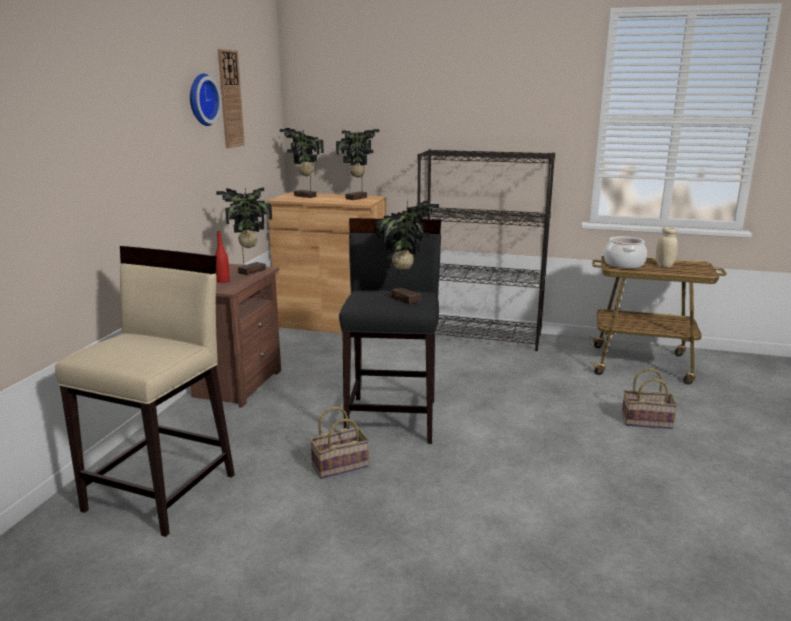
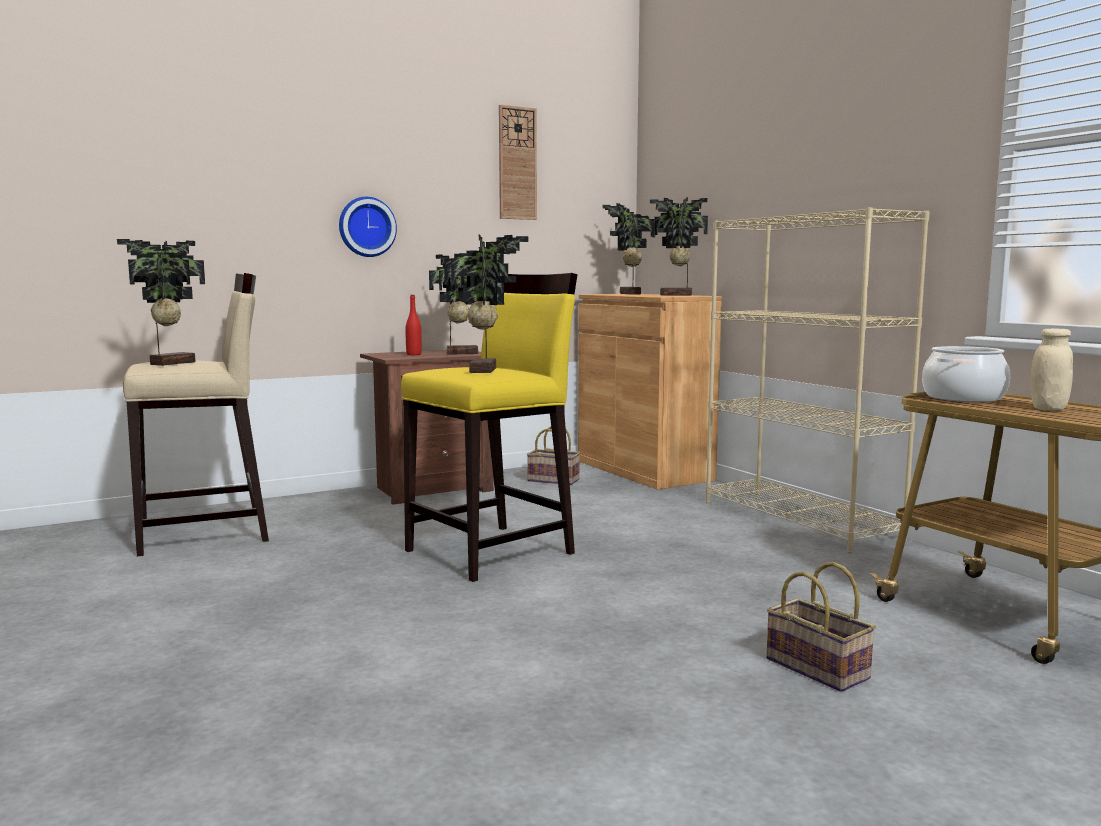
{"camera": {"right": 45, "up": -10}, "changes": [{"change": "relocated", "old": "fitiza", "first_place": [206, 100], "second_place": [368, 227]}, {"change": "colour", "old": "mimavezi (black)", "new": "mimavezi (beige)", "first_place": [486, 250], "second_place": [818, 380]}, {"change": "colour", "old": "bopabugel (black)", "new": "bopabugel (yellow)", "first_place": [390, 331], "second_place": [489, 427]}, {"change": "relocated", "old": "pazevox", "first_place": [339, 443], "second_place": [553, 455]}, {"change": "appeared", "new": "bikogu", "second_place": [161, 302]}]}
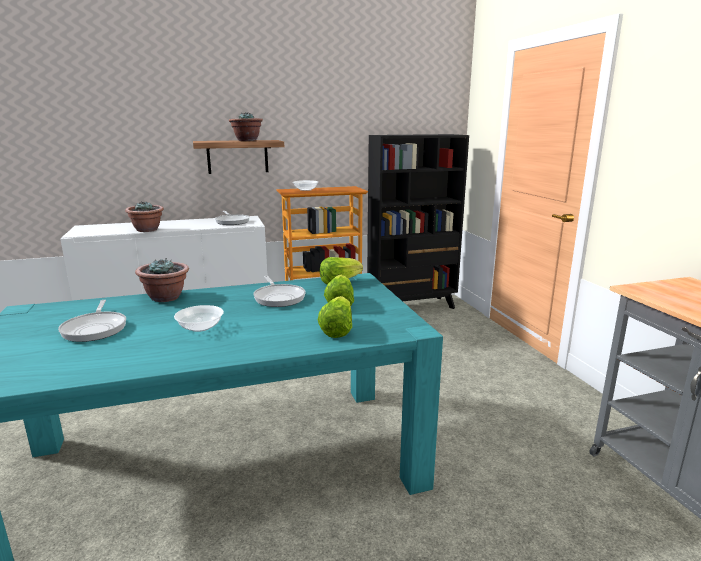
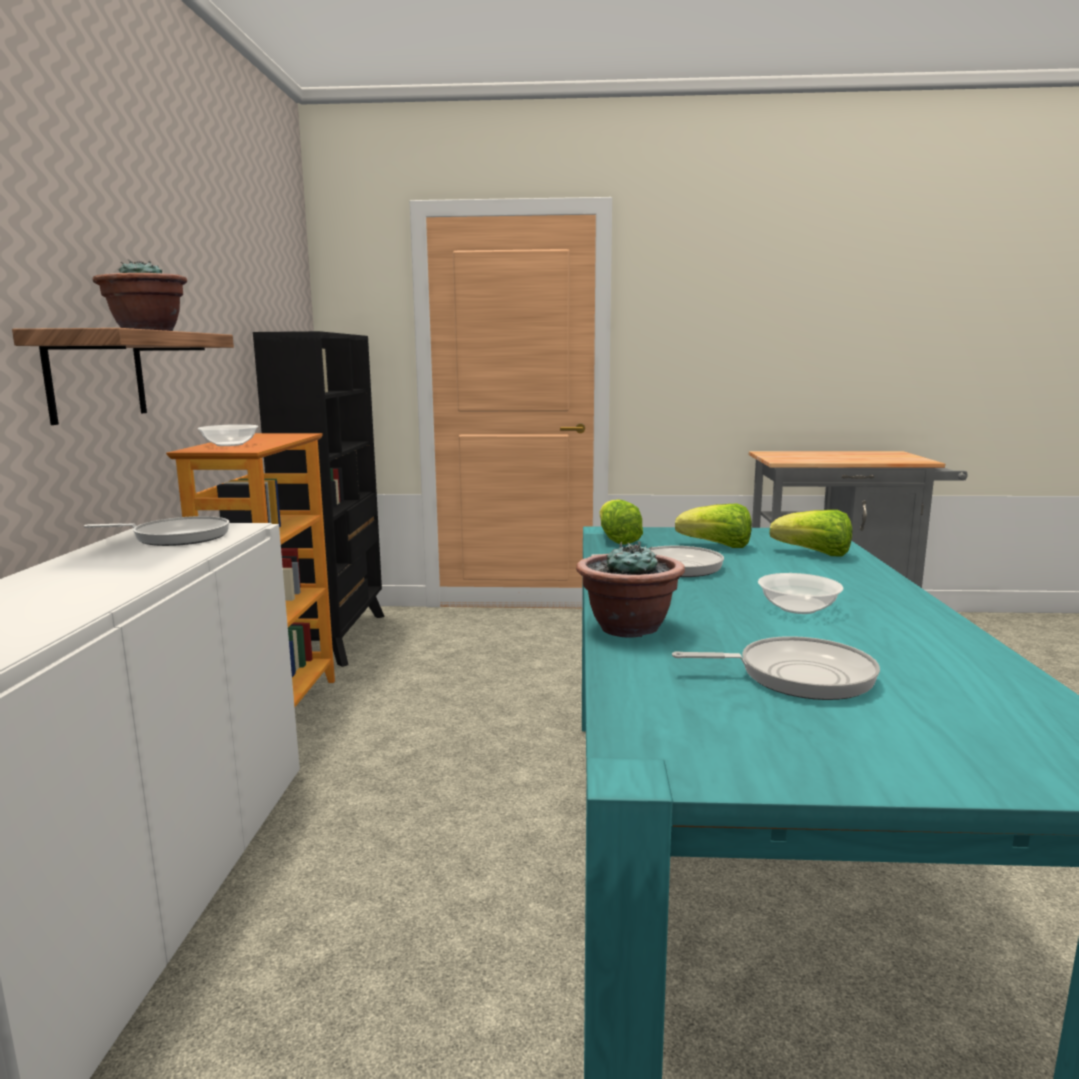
{"camera": {"right": -70, "up": -5}, "changes": [{"change": "missing", "old": "bikogu", "first_place": [144, 217]}]}
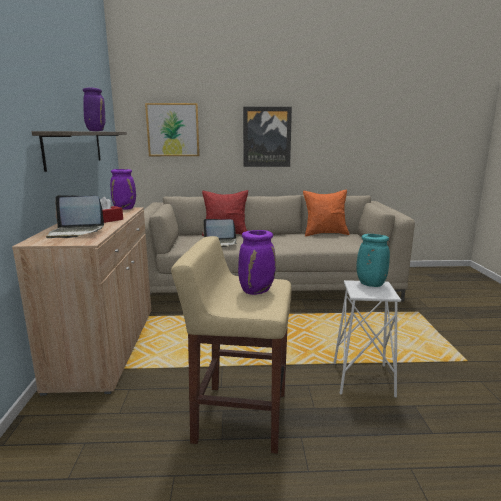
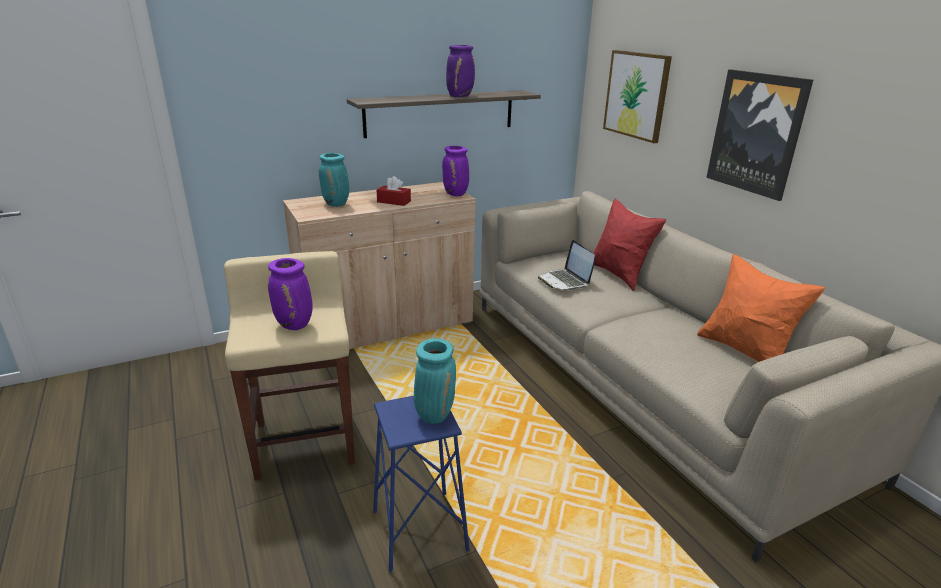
{"camera": {"right": 65, "up": 10}, "changes": [{"change": "exchanged", "old": "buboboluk", "new": "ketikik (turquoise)", "first_place": [75, 216], "second_place": [334, 180]}, {"change": "colour", "old": "bopabugel (white)", "new": "bopabugel (blue)", "first_place": [367, 338], "second_place": [421, 484]}]}
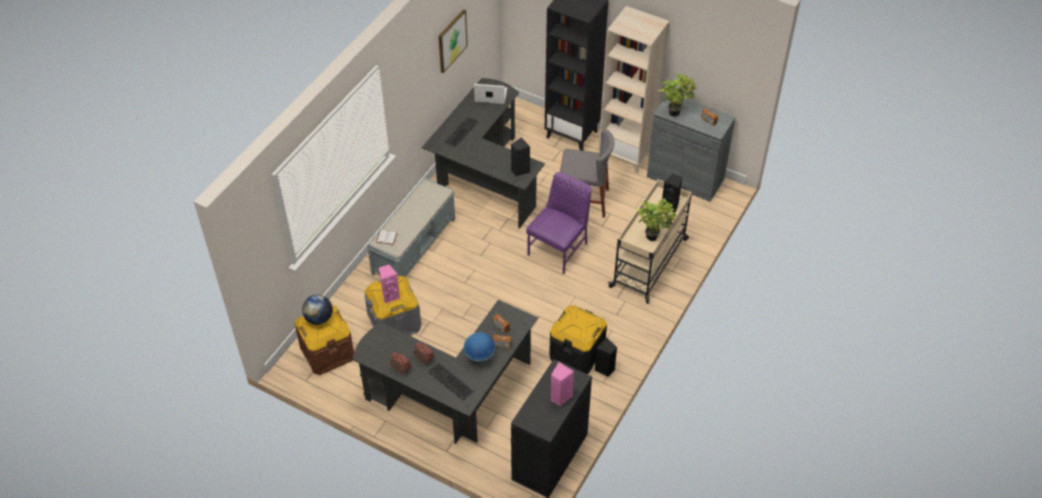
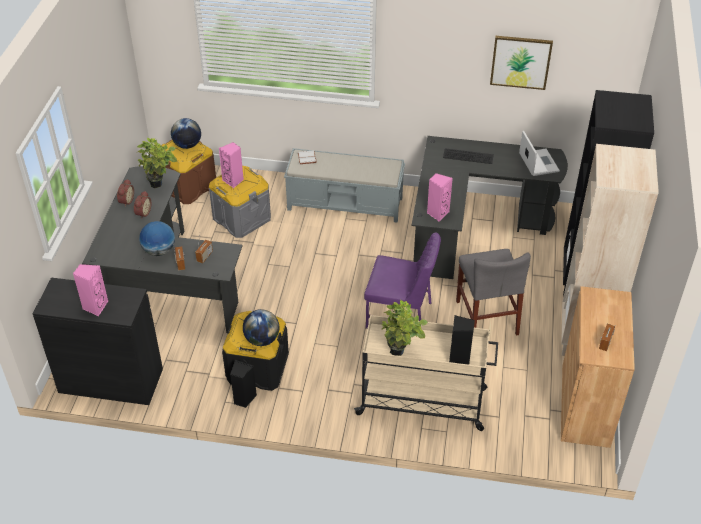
{"camera": {"right": 70, "up": -5}, "changes": [{"change": "relocated", "old": "bikogu", "first_place": [677, 95], "second_place": [156, 163]}, {"change": "colour", "old": "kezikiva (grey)", "new": "kezikiva (brown)", "first_place": [691, 148], "second_place": [598, 367]}, {"change": "colour", "old": "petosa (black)", "new": "petosa (pink)", "first_place": [520, 157], "second_place": [440, 197]}, {"change": "missing", "old": "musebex", "first_place": [450, 381]}, {"change": "appeared", "new": "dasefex", "second_place": [261, 327]}]}
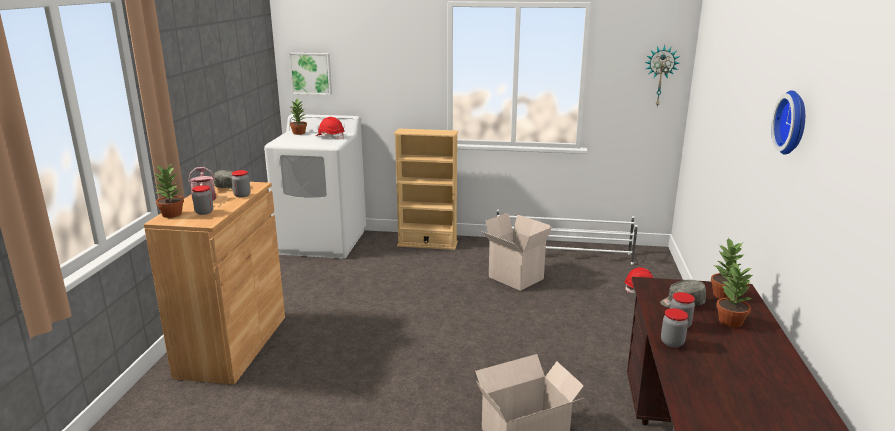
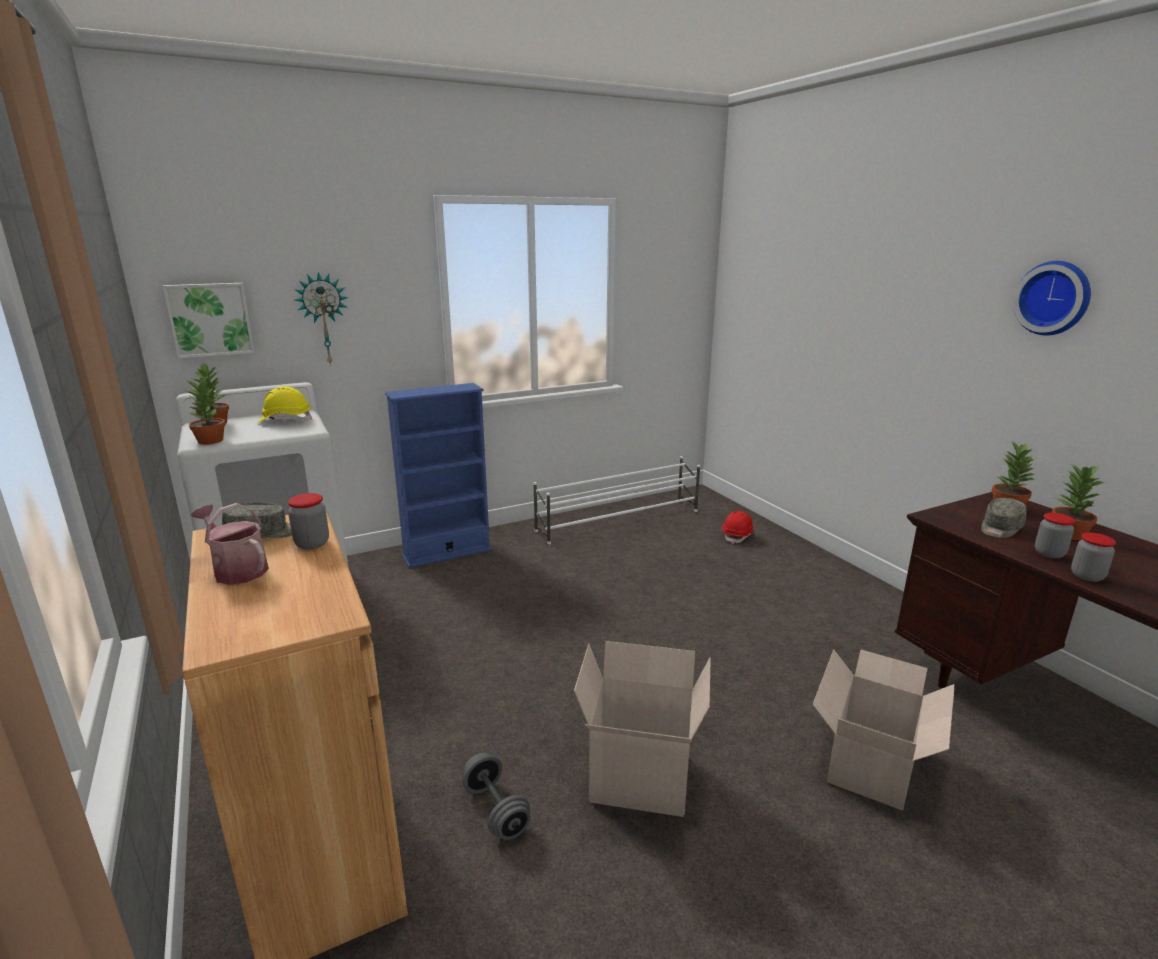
{"camera": {"right": -35, "up": 0}, "changes": [{"change": "relocated", "old": "fitiza", "first_place": [662, 76], "second_place": [321, 319]}, {"change": "colour", "old": "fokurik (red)", "new": "fokurik (yellow)", "first_place": [330, 128], "second_place": [284, 404]}, {"change": "colour", "old": "mimavezi (beige)", "new": "mimavezi (blue)", "first_place": [426, 189], "second_place": [438, 475]}, {"change": "relocated", "old": "bikogu", "first_place": [168, 190], "second_place": [205, 410]}, {"change": "missing", "old": "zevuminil", "first_place": [202, 200]}, {"change": "relocated", "old": "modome", "first_place": [517, 252], "second_place": [642, 729]}, {"change": "appeared", "new": "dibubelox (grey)", "second_place": [496, 796]}]}
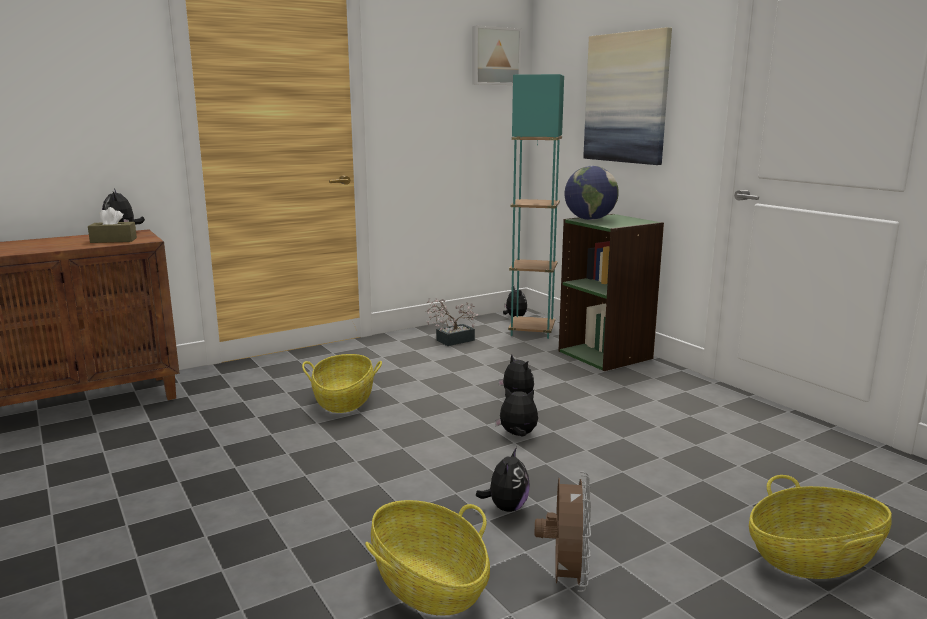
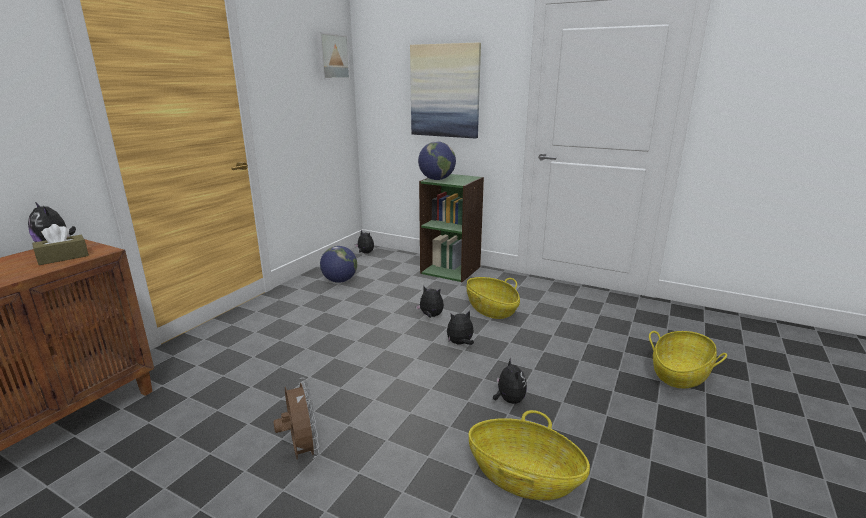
{"camera": {"right": -30, "up": 5}, "changes": [{"change": "missing", "old": "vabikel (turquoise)", "first_place": [536, 206]}, {"change": "exchanged", "old": "bikogu", "new": "dasefex", "first_place": [452, 322], "second_place": [338, 264]}, {"change": "relocated", "old": "pazevox", "first_place": [342, 383], "second_place": [493, 298]}, {"change": "relocated", "old": "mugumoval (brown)", "first_place": [562, 531], "second_place": [296, 418]}]}
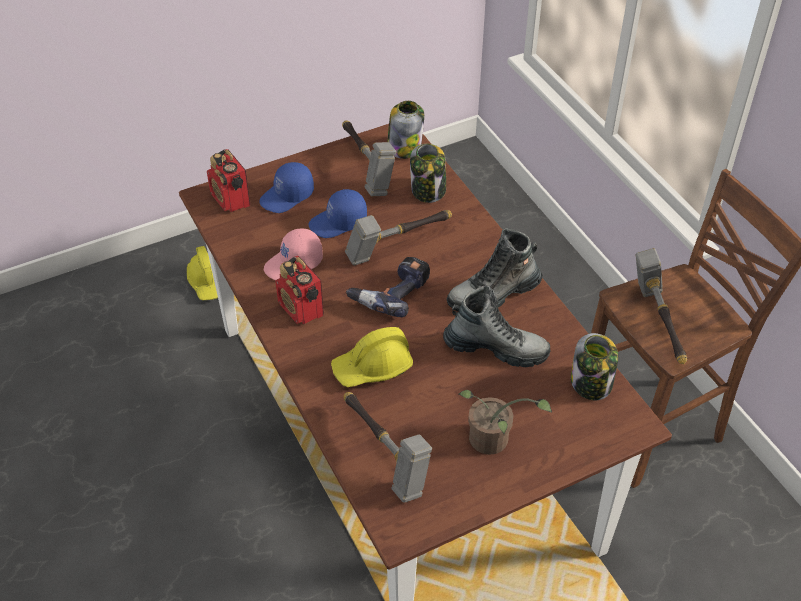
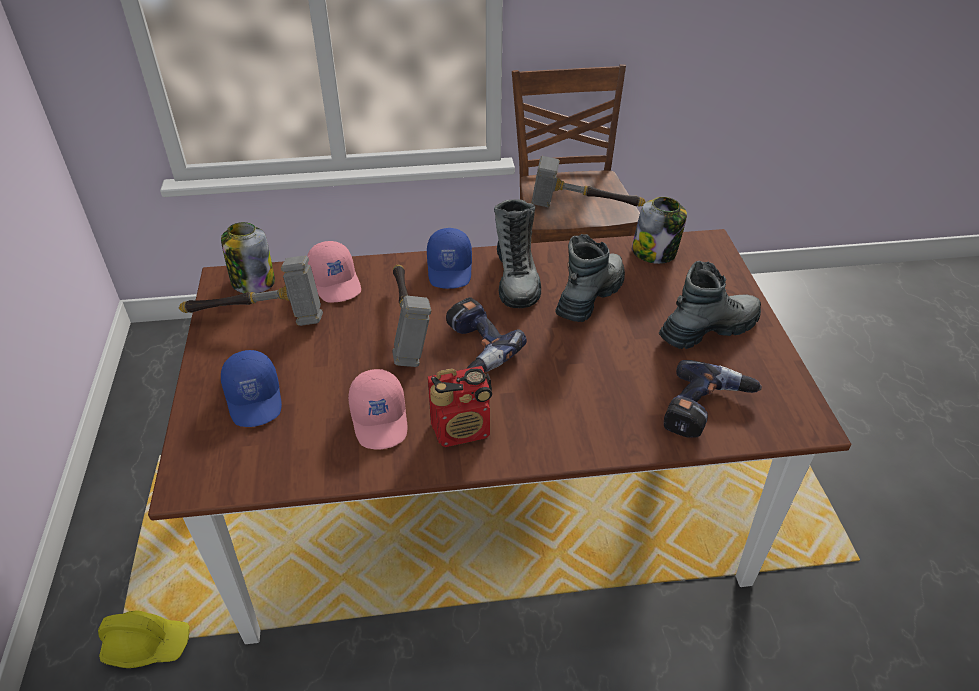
{"camera": {"right": -70, "up": -5}, "changes": [{"change": "exchanged", "old": "zevuminil", "new": "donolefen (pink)", "first_place": [428, 173], "second_place": [334, 272]}, {"change": "missing", "old": "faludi", "first_place": [228, 180]}, {"change": "relocated", "old": "donolefen (blue)", "first_place": [338, 213], "second_place": [449, 258]}, {"change": "missing", "old": "fokurik (yellow)", "first_place": [372, 357]}, {"change": "exchanged", "old": "bikogu", "new": "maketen", "first_place": [505, 422], "second_place": [710, 305]}, {"change": "exchanged", "old": "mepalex", "new": "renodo", "first_place": [388, 447], "second_place": [713, 399]}]}
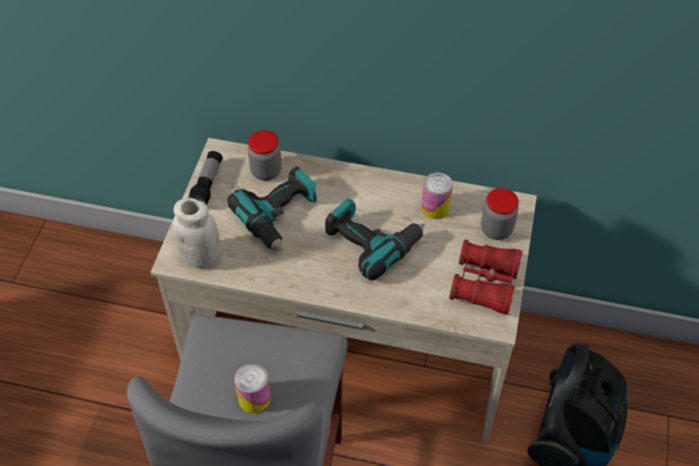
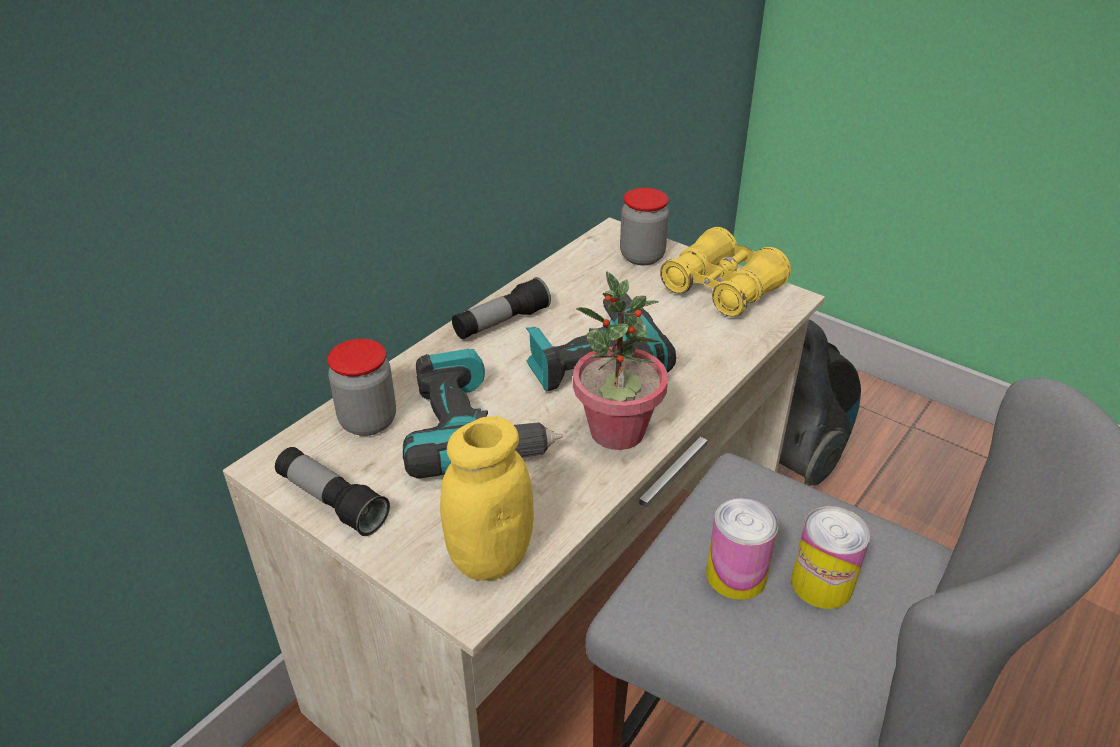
{"camera": {"right": -65, "up": -15}, "changes": [{"change": "relocated", "old": "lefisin", "first_place": [437, 195], "second_place": [742, 549]}, {"change": "colour", "old": "zevuminil (white)", "new": "zevuminil (yellow)", "first_place": [196, 233], "second_place": [487, 498]}, {"change": "colour", "old": "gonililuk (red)", "new": "gonililuk (yellow)", "first_place": [485, 277], "second_place": [725, 272]}, {"change": "appeared", "new": "bikogu", "second_place": [620, 360]}, {"change": "appeared", "new": "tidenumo", "second_place": [501, 308]}]}
